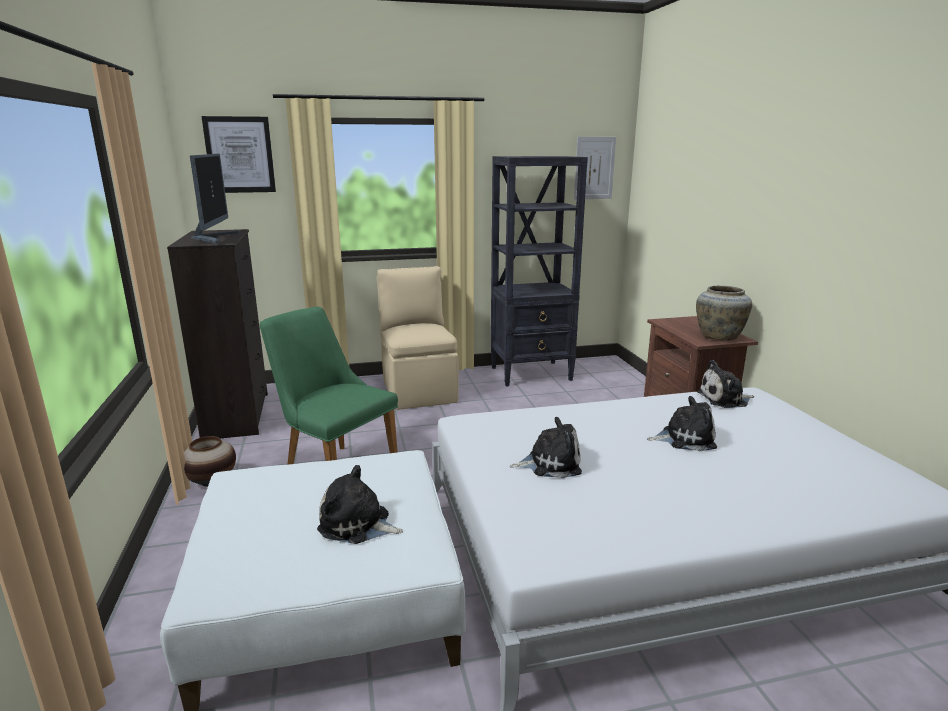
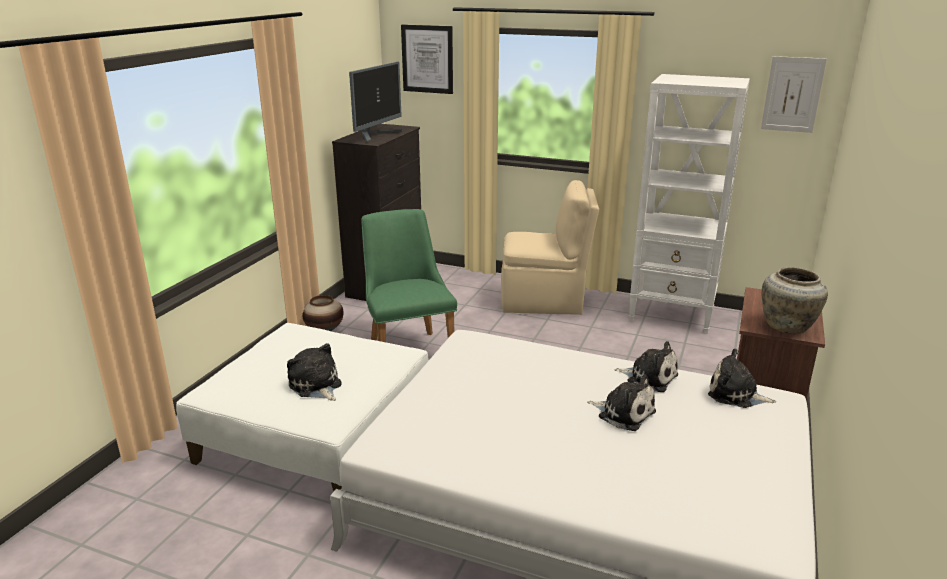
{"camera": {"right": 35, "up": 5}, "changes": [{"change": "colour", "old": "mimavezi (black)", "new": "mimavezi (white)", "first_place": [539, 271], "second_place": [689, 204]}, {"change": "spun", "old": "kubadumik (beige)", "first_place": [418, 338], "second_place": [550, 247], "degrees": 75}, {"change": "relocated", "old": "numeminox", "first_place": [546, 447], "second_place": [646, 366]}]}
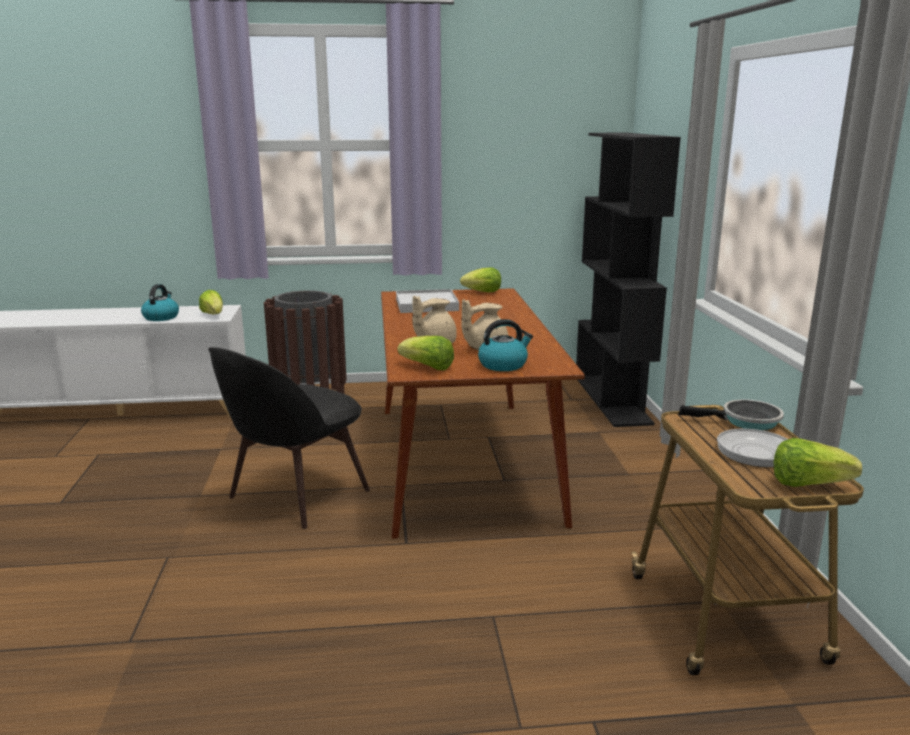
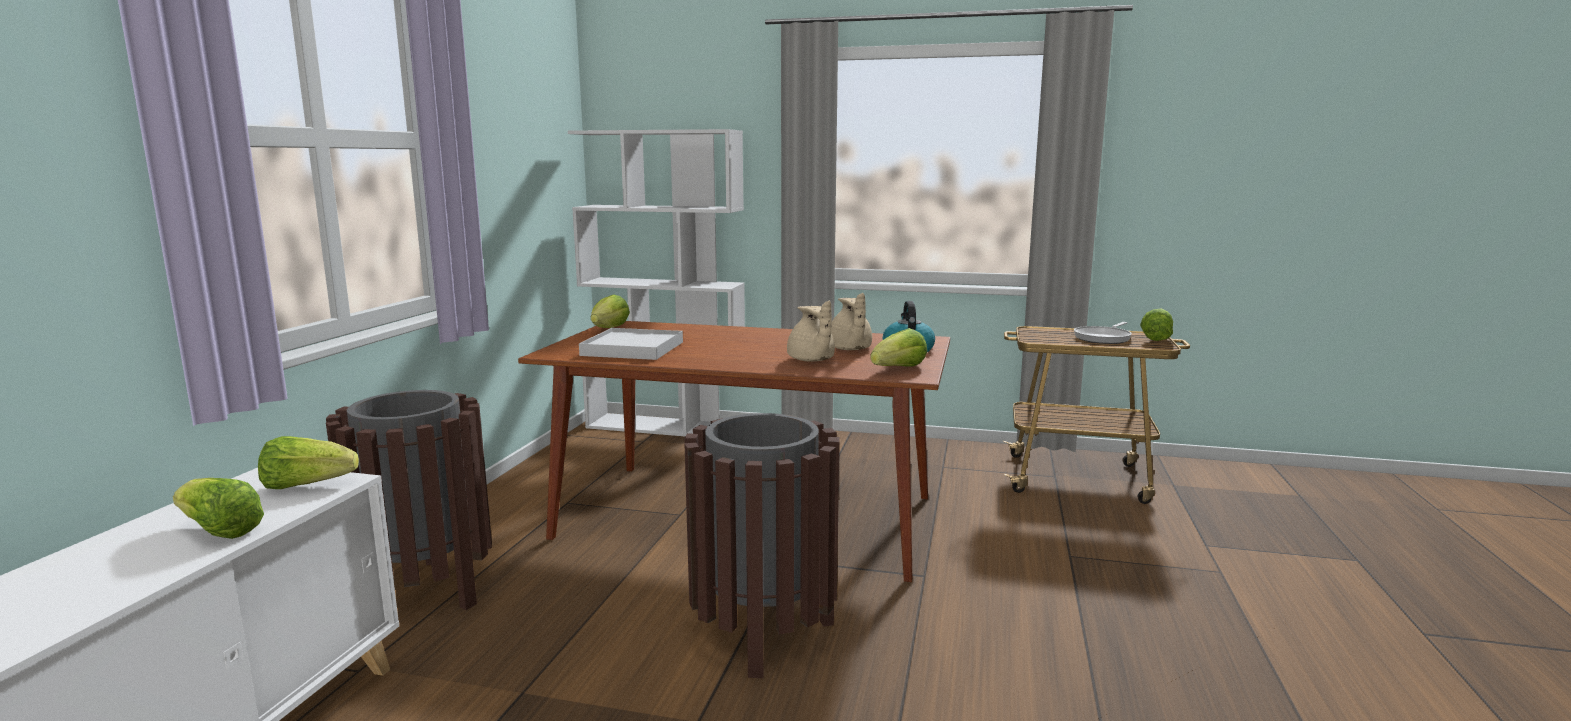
{"camera": {"right": -70, "up": -5}, "changes": [{"change": "colour", "old": "mimavezi (black)", "new": "mimavezi (white)", "first_place": [628, 280], "second_place": [656, 282]}, {"change": "exchanged", "old": "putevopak", "new": "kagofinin", "first_place": [160, 302], "second_place": [218, 508]}, {"change": "exchanged", "old": "kubadumik (black)", "new": "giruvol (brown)", "first_place": [289, 438], "second_place": [761, 545]}, {"change": "missing", "old": "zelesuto", "first_place": [731, 414]}]}
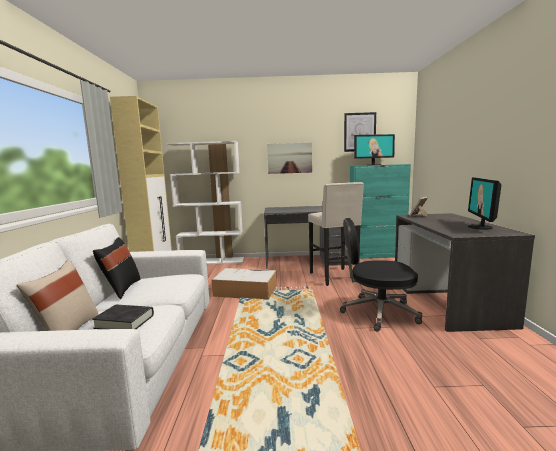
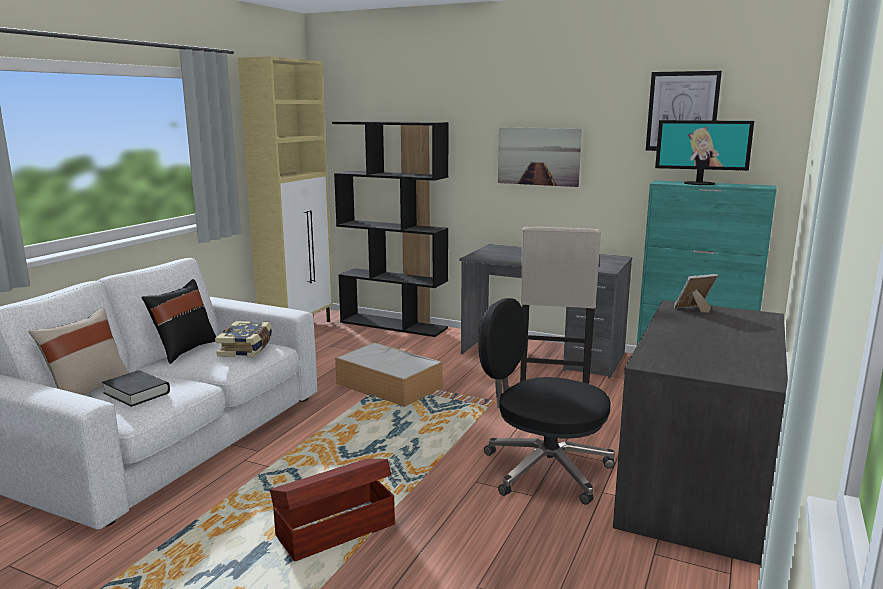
{"camera": {"right": 25, "up": 5}, "changes": [{"change": "colour", "old": "mimavezi (white)", "new": "mimavezi (black)", "first_place": [205, 202], "second_place": [390, 229]}, {"change": "missing", "old": "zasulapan", "first_place": [485, 203]}, {"change": "appeared", "new": "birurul", "second_place": [243, 339]}, {"change": "appeared", "new": "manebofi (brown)", "second_place": [332, 510]}]}
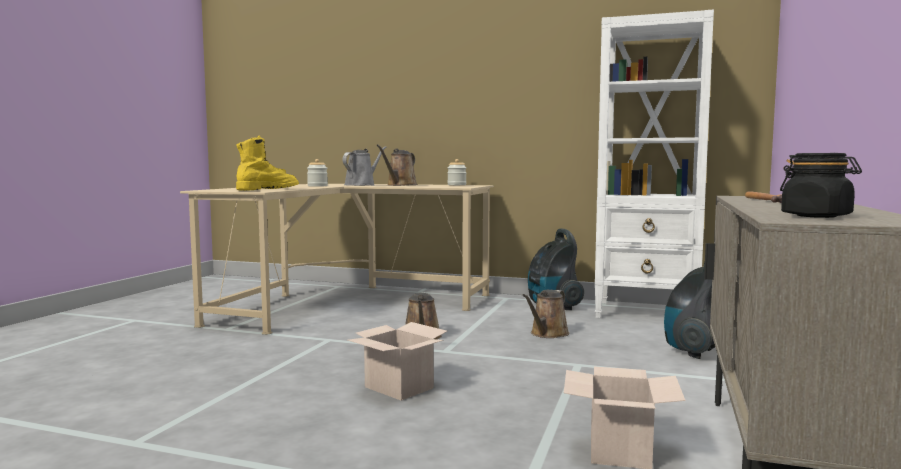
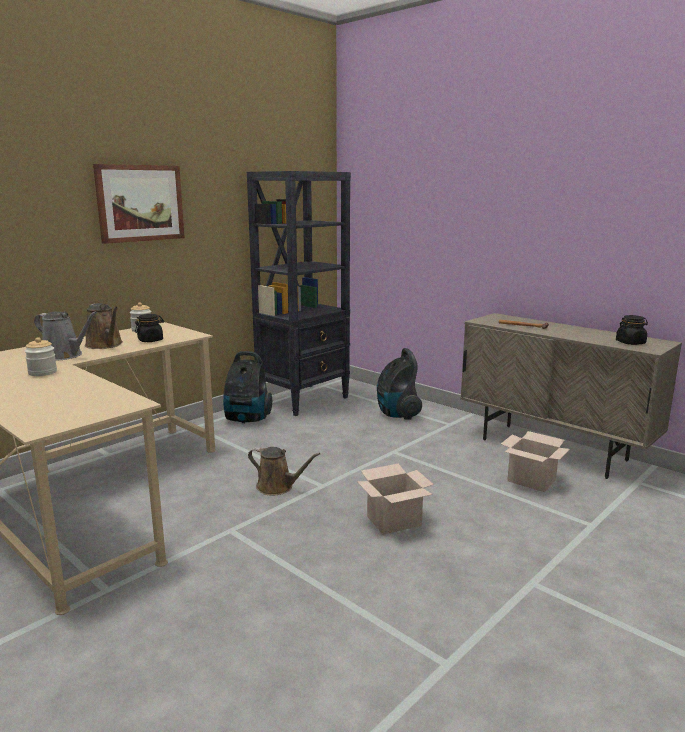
{"camera": {"right": -65, "up": 10}, "changes": [{"change": "colour", "old": "mimavezi (white)", "new": "mimavezi (black)", "first_place": [654, 164], "second_place": [299, 293]}, {"change": "missing", "old": "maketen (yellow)", "first_place": [267, 163]}, {"change": "spun", "old": "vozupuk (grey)", "first_place": [364, 166], "second_place": [65, 336], "degrees": 150}, {"change": "missing", "old": "vozupuk (brown)", "first_place": [546, 314]}, {"change": "appeared", "new": "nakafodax", "second_place": [139, 204]}, {"change": "appeared", "new": "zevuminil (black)", "second_place": [149, 328]}]}
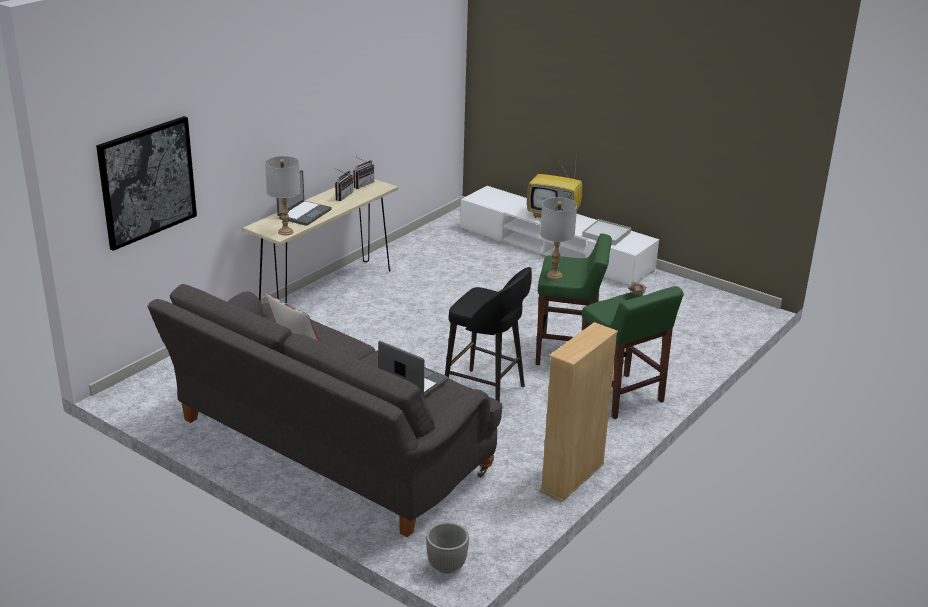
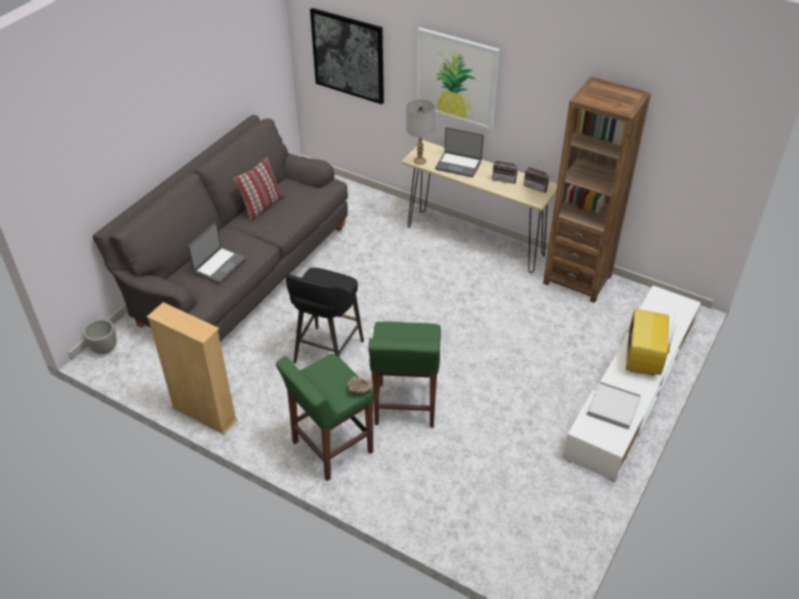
{"camera": {"right": 85, "up": 15}, "changes": [{"change": "missing", "old": "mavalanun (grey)", "first_place": [558, 238]}, {"change": "appeared", "new": "nakafodax", "second_place": [458, 78]}, {"change": "appeared", "new": "mimavezi (brown)", "second_place": [597, 189]}]}
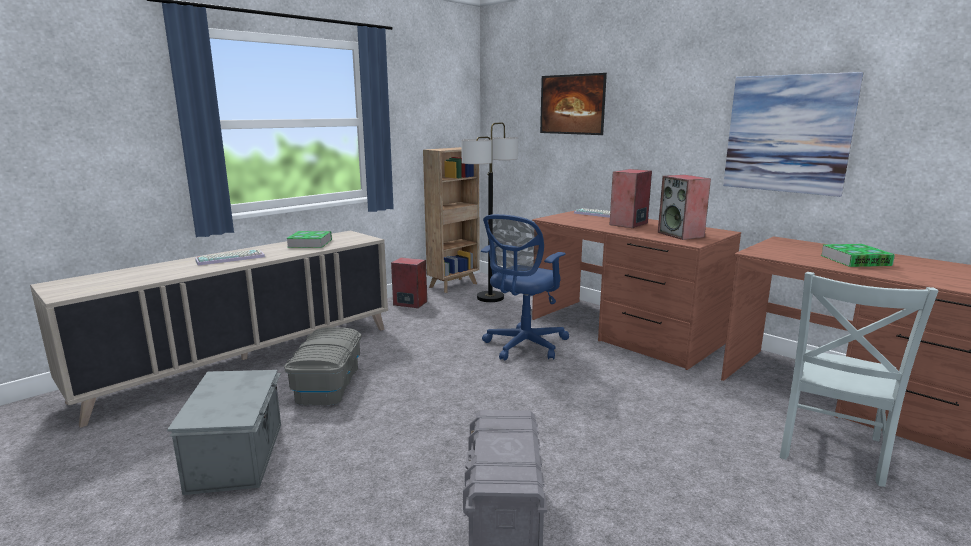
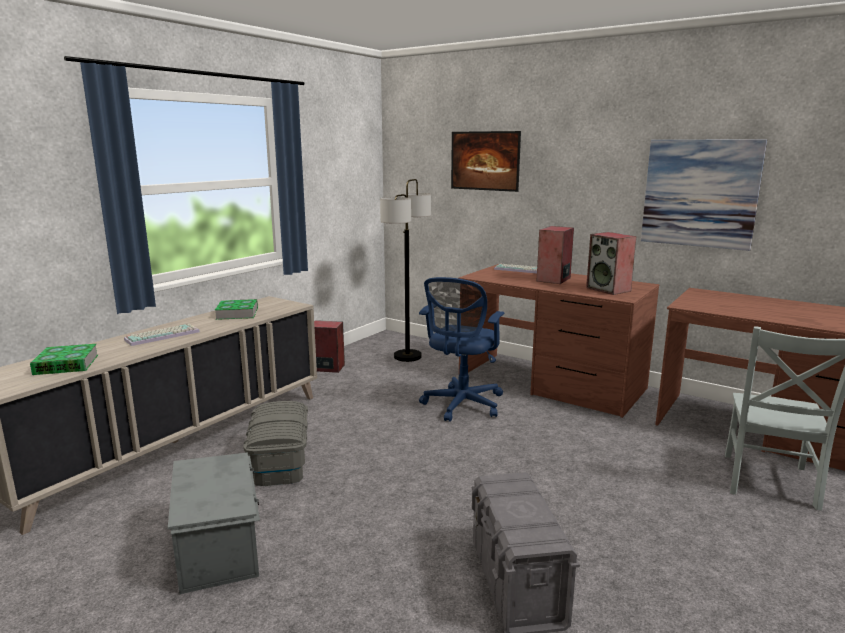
{"camera": {"right": -10, "up": 0}, "changes": [{"change": "missing", "old": "mimavezi (brown)", "first_place": [451, 220]}, {"change": "relocated", "old": "birurul", "first_place": [857, 255], "second_place": [64, 359]}]}
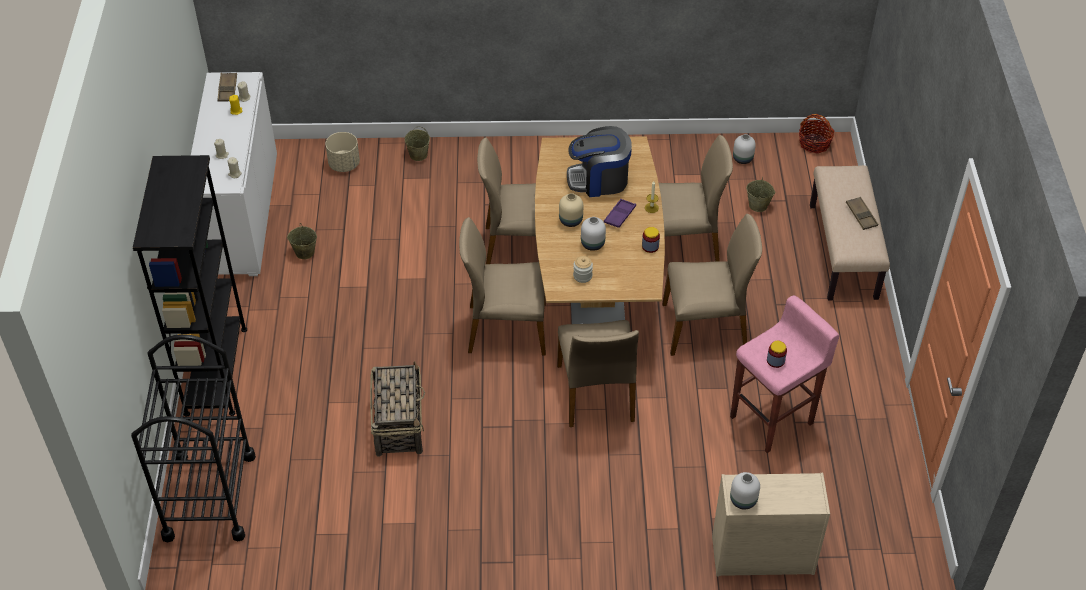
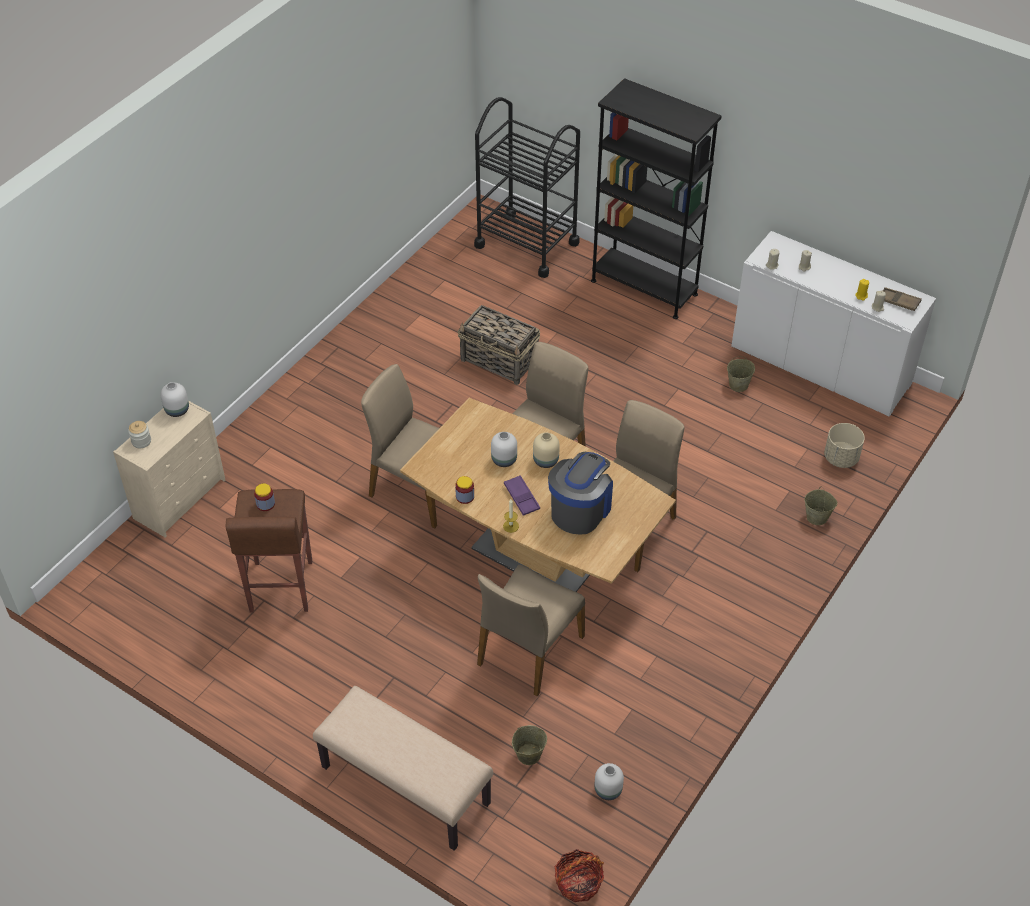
{"camera": {"right": 125, "up": 0}, "changes": [{"change": "missing", "old": "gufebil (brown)", "first_place": [862, 213]}, {"change": "missing", "old": "kubadumik (beige)", "first_place": [712, 285]}, {"change": "relocated", "old": "zevuminil", "first_place": [583, 269], "second_place": [139, 434]}, {"change": "colour", "old": "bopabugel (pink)", "new": "bopabugel (brown)", "first_place": [784, 374], "second_place": [269, 551]}]}
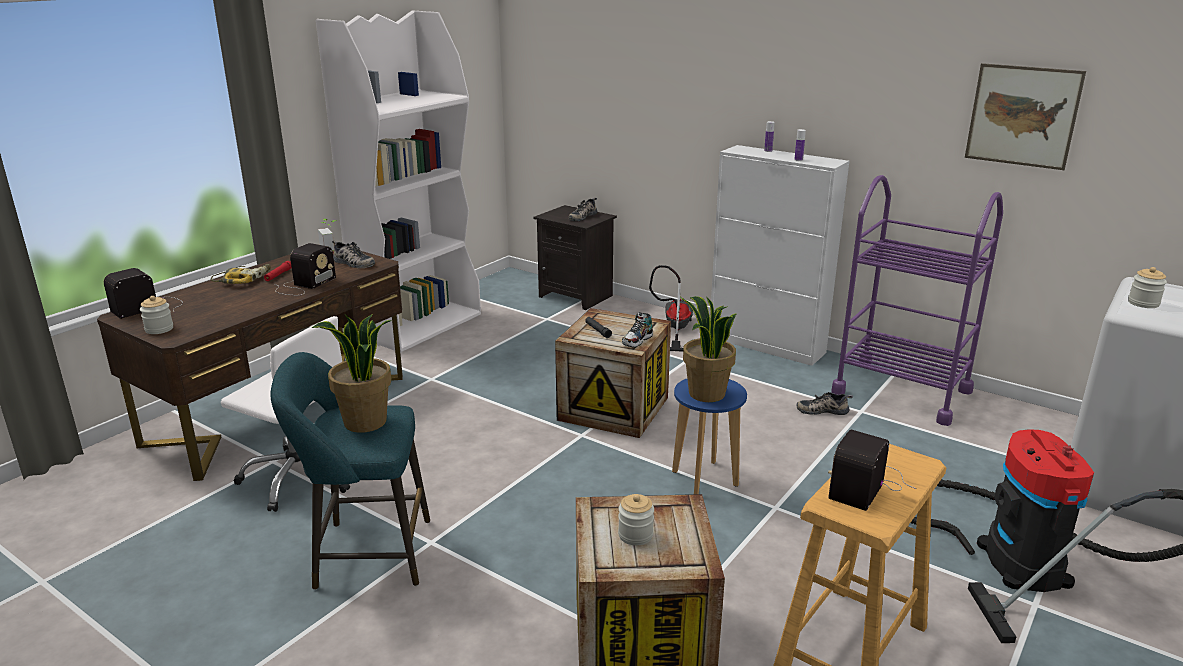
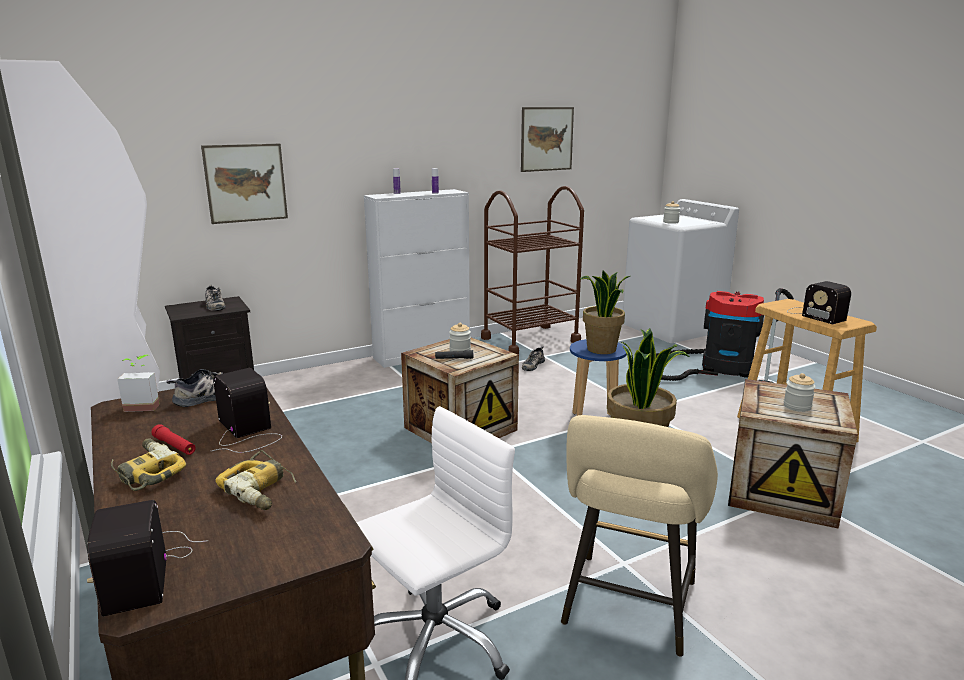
{"camera": {"right": -65, "up": -5}, "changes": [{"change": "colour", "old": "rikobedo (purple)", "new": "rikobedo (brown)", "first_place": [917, 300], "second_place": [532, 270]}, {"change": "missing", "old": "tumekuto", "first_place": [671, 308]}, {"change": "relocated", "old": "zevuminil", "first_place": [156, 315], "second_place": [460, 337]}, {"change": "missing", "old": "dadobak", "first_place": [637, 330]}, {"change": "colour", "old": "bopabugel (turquoise)", "new": "bopabugel (beige)", "first_place": [350, 471], "second_place": [639, 536]}, {"change": "appeared", "new": "nakafodax", "second_place": [244, 184]}, {"change": "appeared", "new": "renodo", "second_place": [255, 480]}]}
